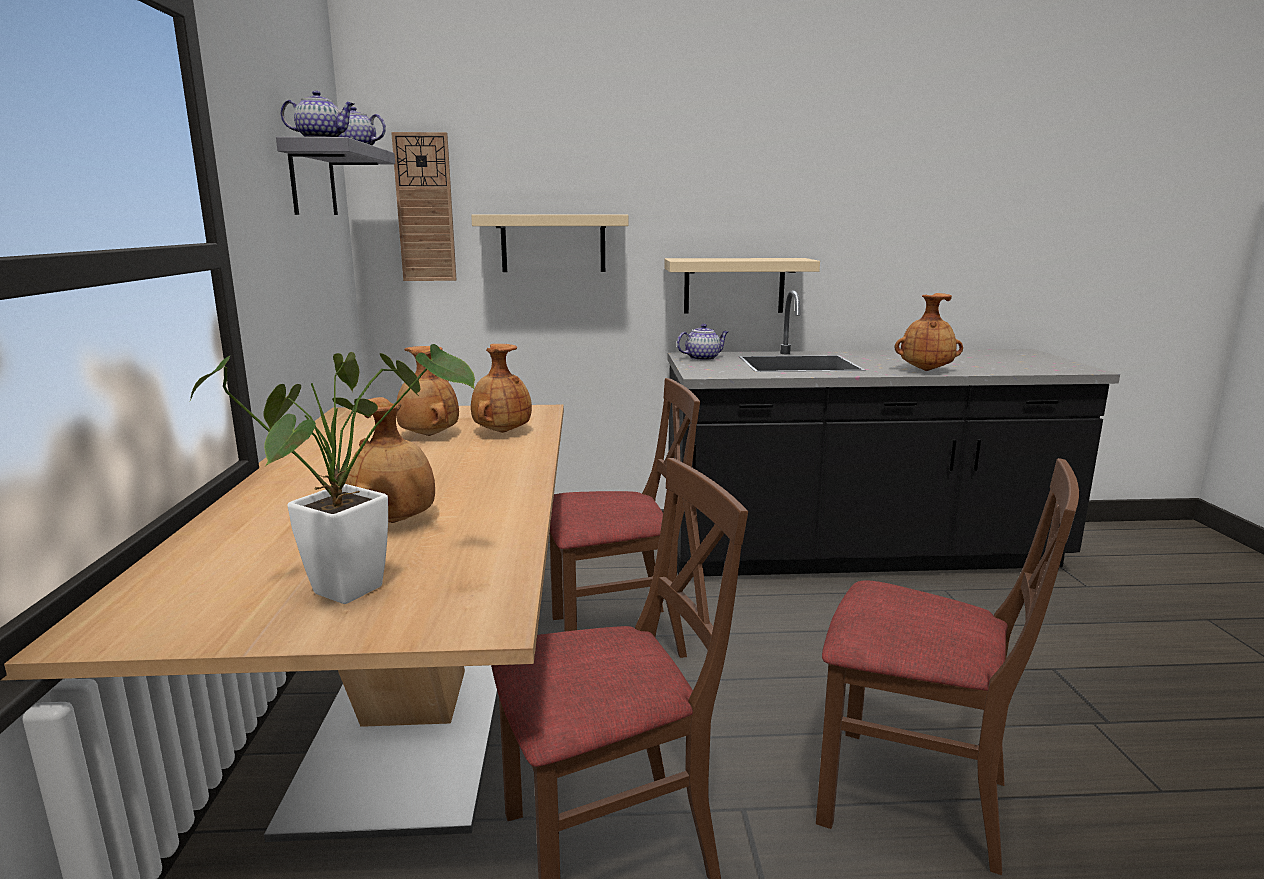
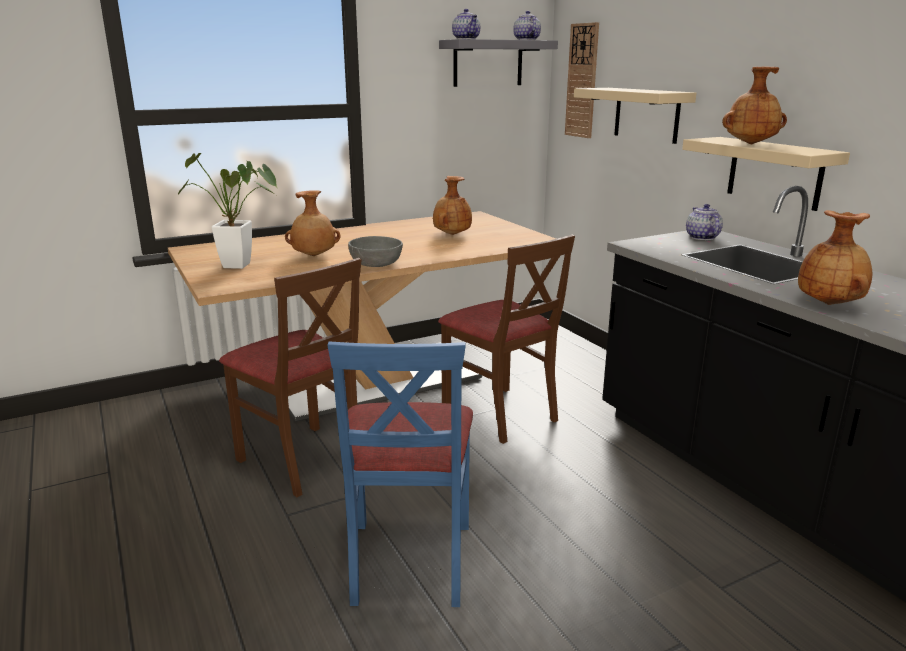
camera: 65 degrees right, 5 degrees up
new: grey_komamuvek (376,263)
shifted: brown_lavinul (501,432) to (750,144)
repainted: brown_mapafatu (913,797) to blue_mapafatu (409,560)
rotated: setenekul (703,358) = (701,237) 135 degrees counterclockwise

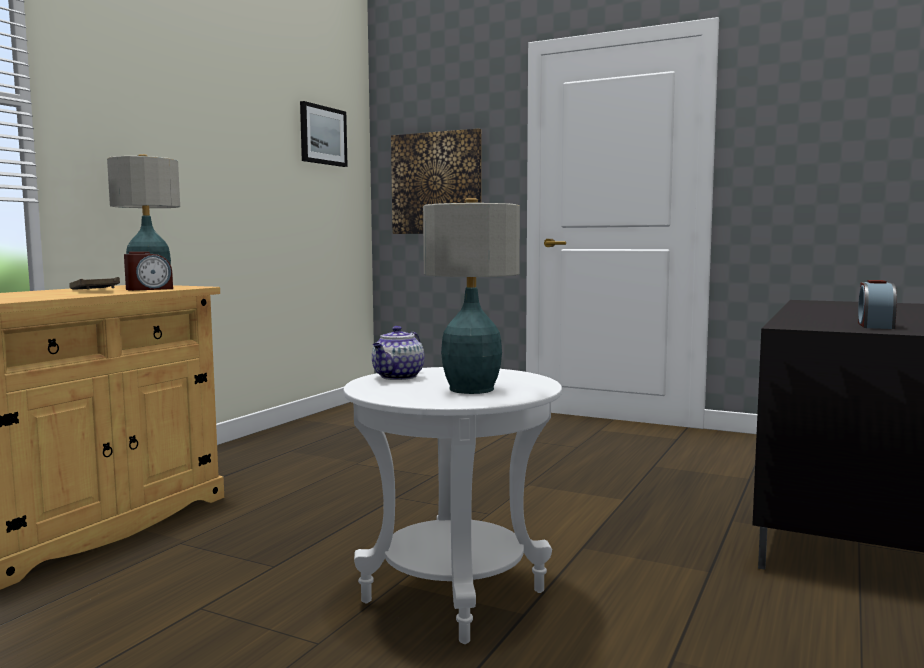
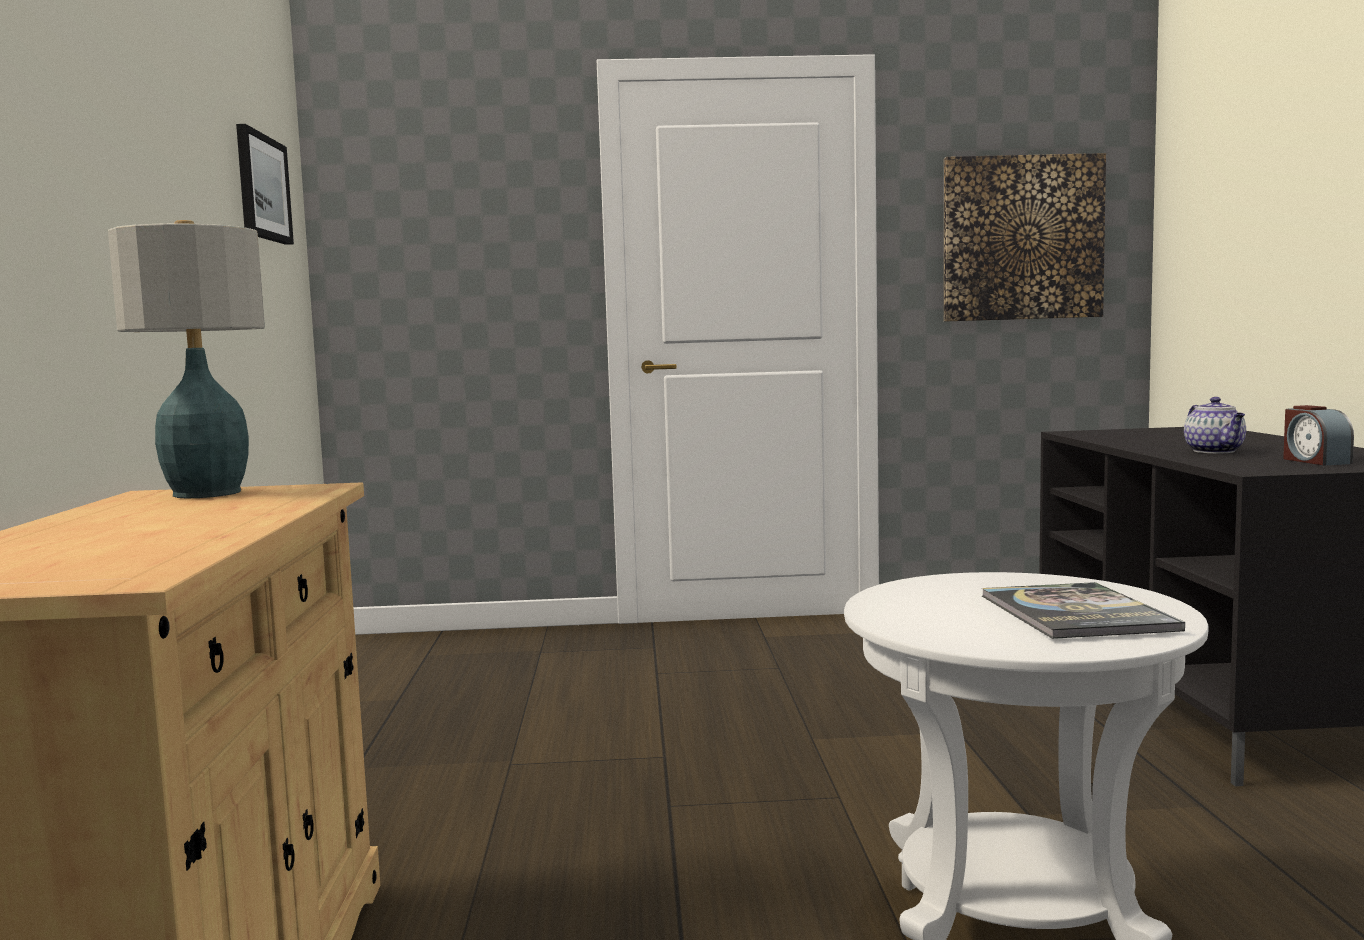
camera: 30 degrees left, 0 degrees up
gone: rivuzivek (149,289); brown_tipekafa (94,290)
shifted: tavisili (436,183) to (1022,238); setenekul (398,377) to (1215,451)
swapped: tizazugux (470,389) to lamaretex (1075,613)

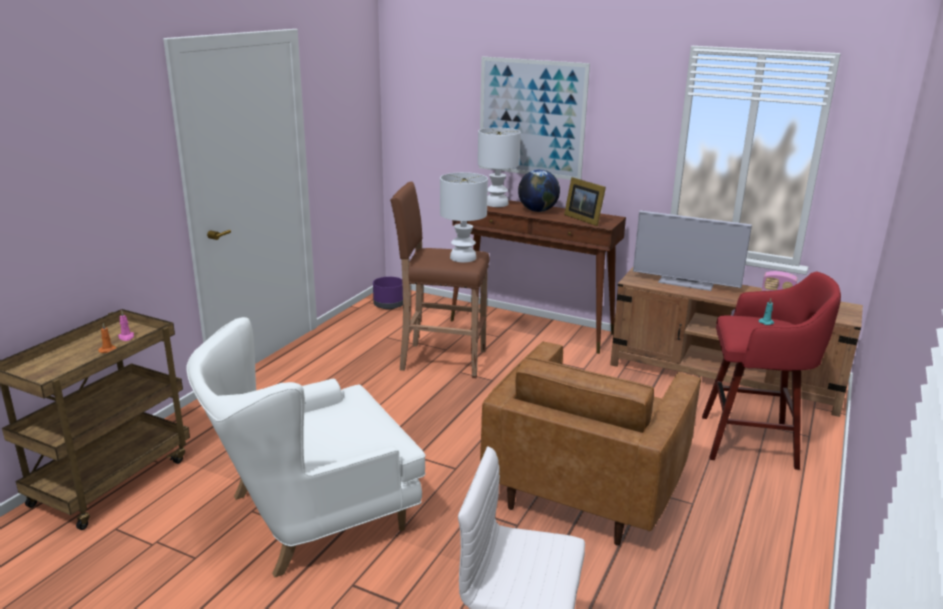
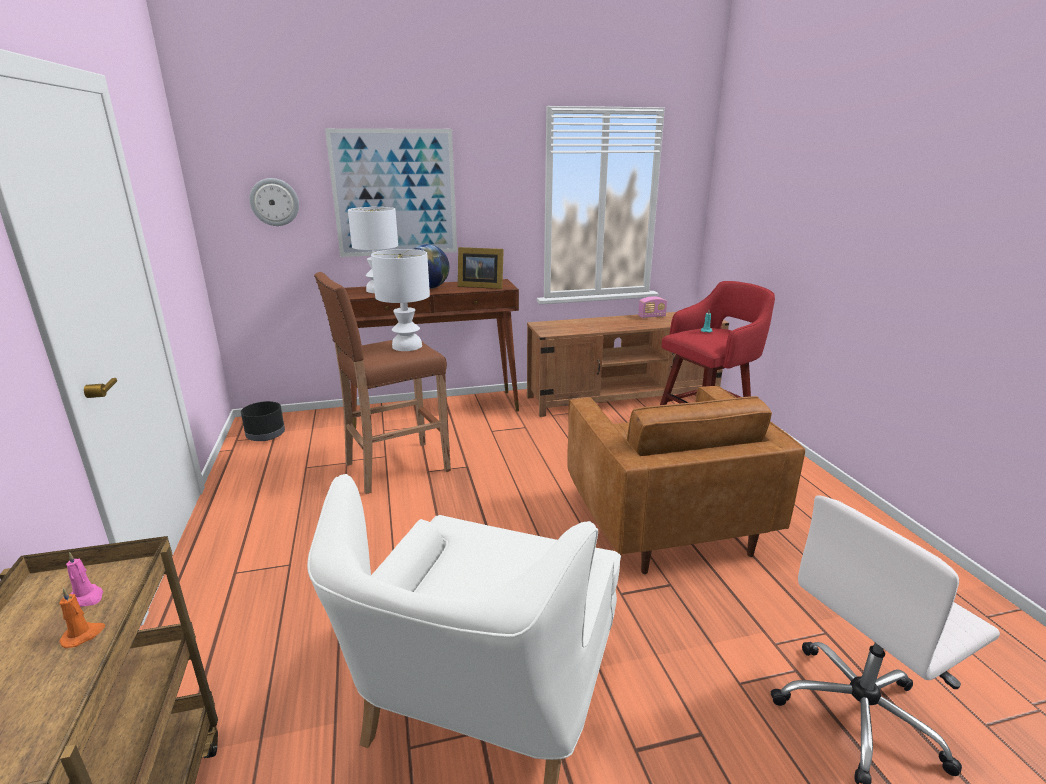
camera: 40 degrees left, 0 degrees up
gone: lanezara (685,283)
new: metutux (274,202)
repainted: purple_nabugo (388,305) to black_nabugo (265,435)

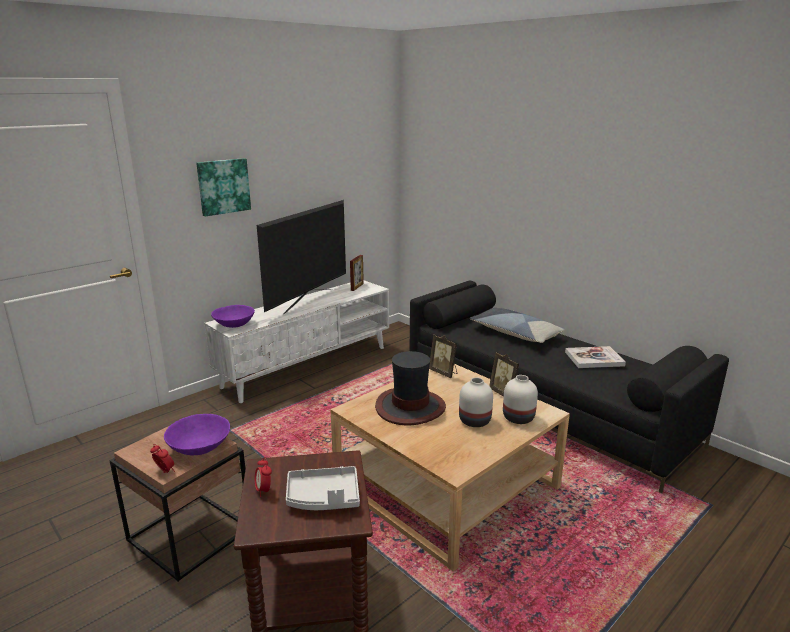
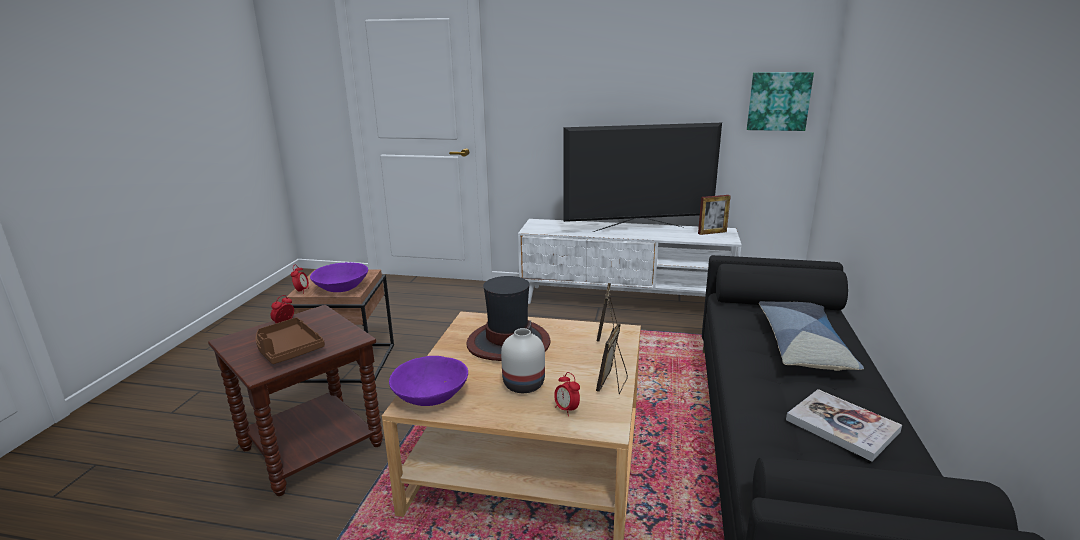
camera: 55 degrees right, 0 degrees up
shifted: tavisili (223,186) to (778,101); purple_komamuvek (234,324) to (431,396)
swapped: white_lavinul (519,417) to rivuzivek (566,410)
repainted: grey_tipekafa (323,498) to brown_tipekafa (287,349)

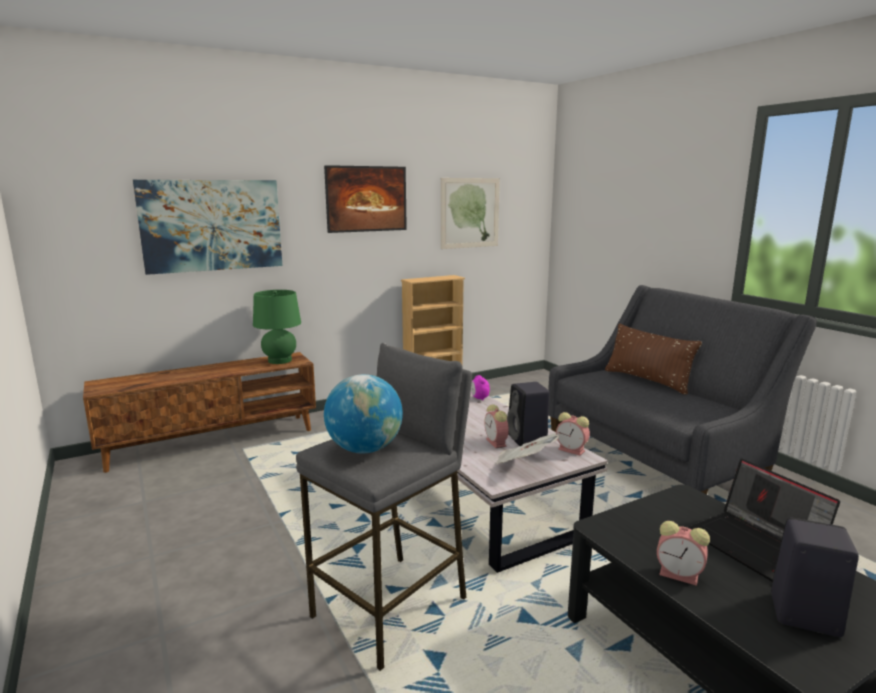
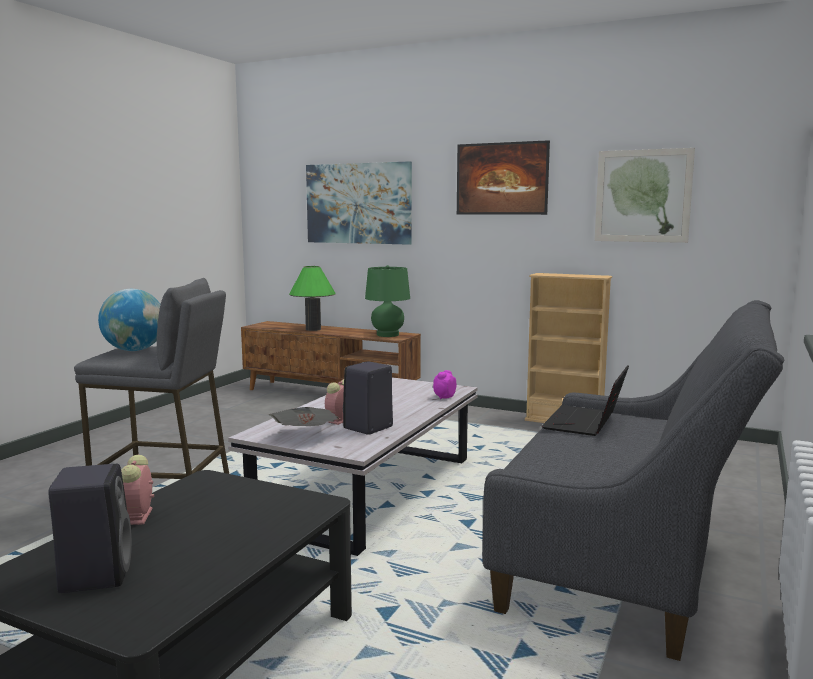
camera: 55 degrees right, 5 degrees down
gone: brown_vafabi (647,380); rivuzivek (572,450)
new: green_tizazugux (313,329)
shifted: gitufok (756,546) to (585,423)

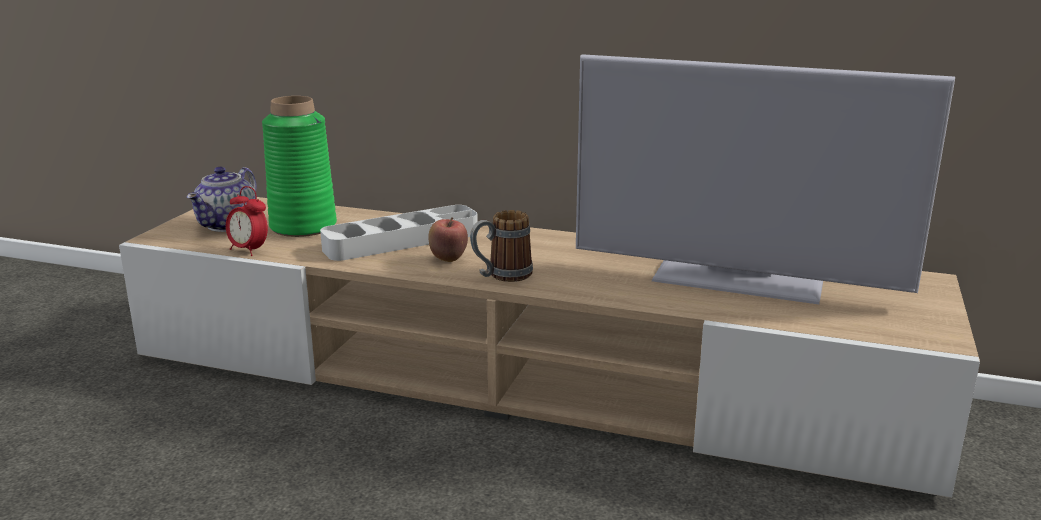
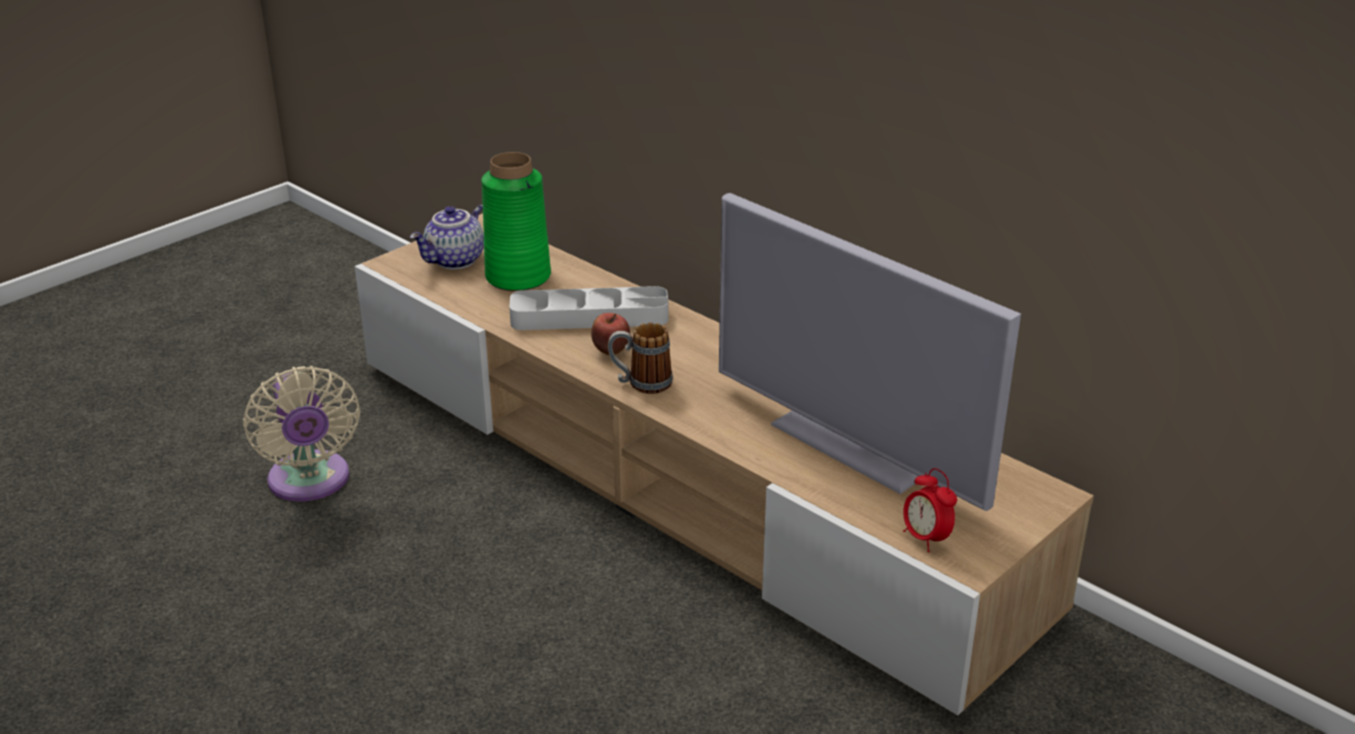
camera: 25 degrees right, 10 degrees up
new: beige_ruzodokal (310,483)
shifted: rivuzivek (249,250) to (925,538)

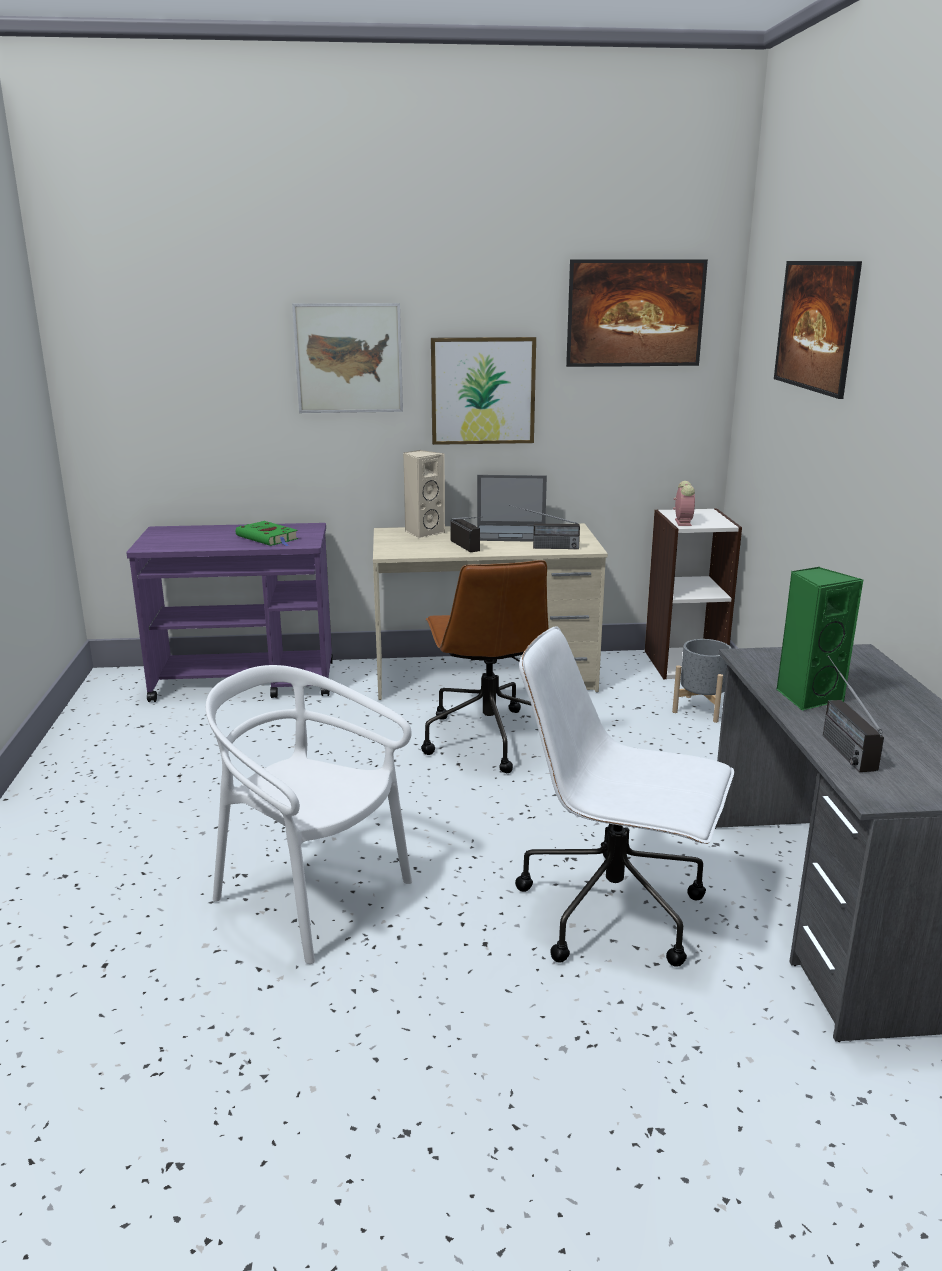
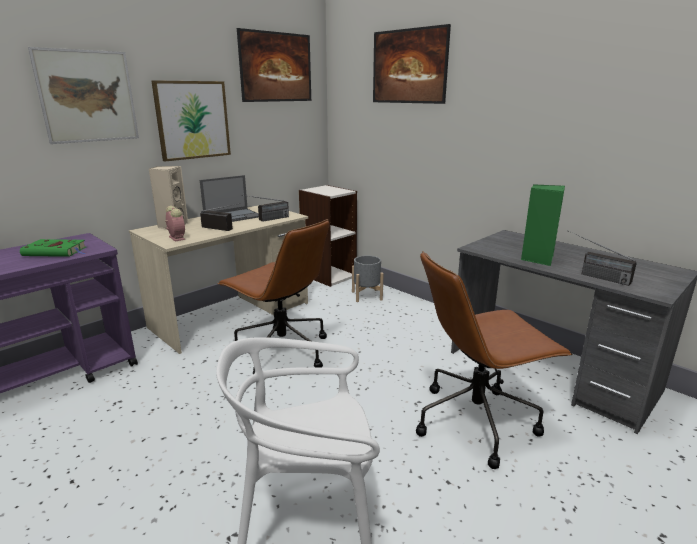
camera: 40 degrees left, 0 degrees up
shifted: rivuzivek (682,522) to (176,238)
repainted: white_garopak (615,911) to brown_garopak (476,421)

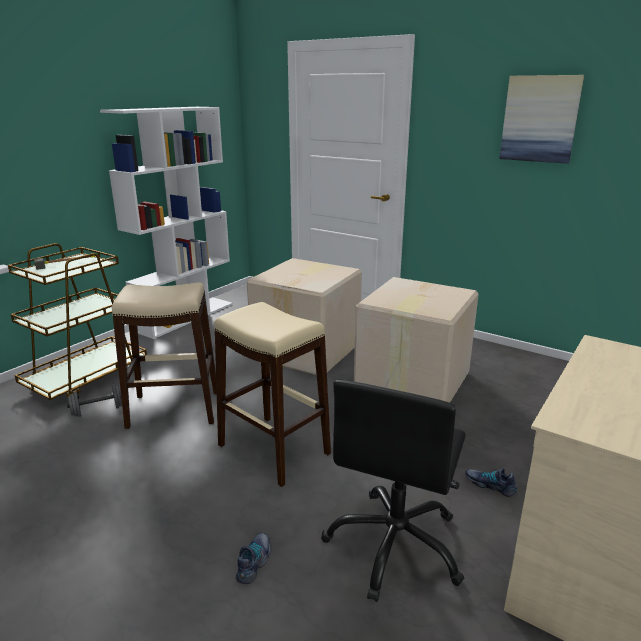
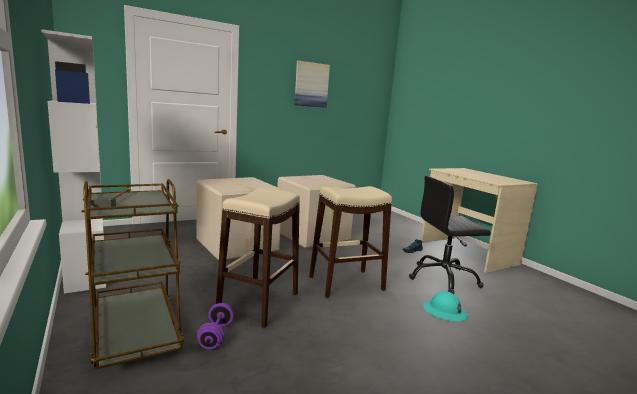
camera: 65 degrees left, 10 degrees down
swapped: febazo (254,562) to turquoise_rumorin (444,312)
repainted: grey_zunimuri (98,410) to purple_zunimuri (216,336)
rotated: black_garopak (395,545) = (443,278) 120 degrees clockwise

